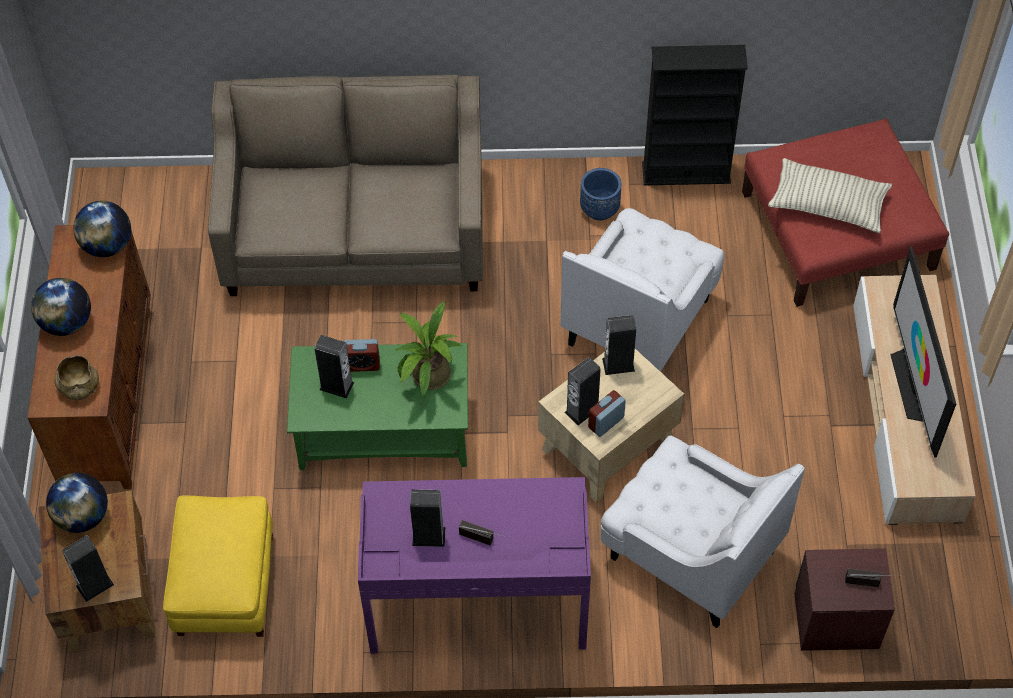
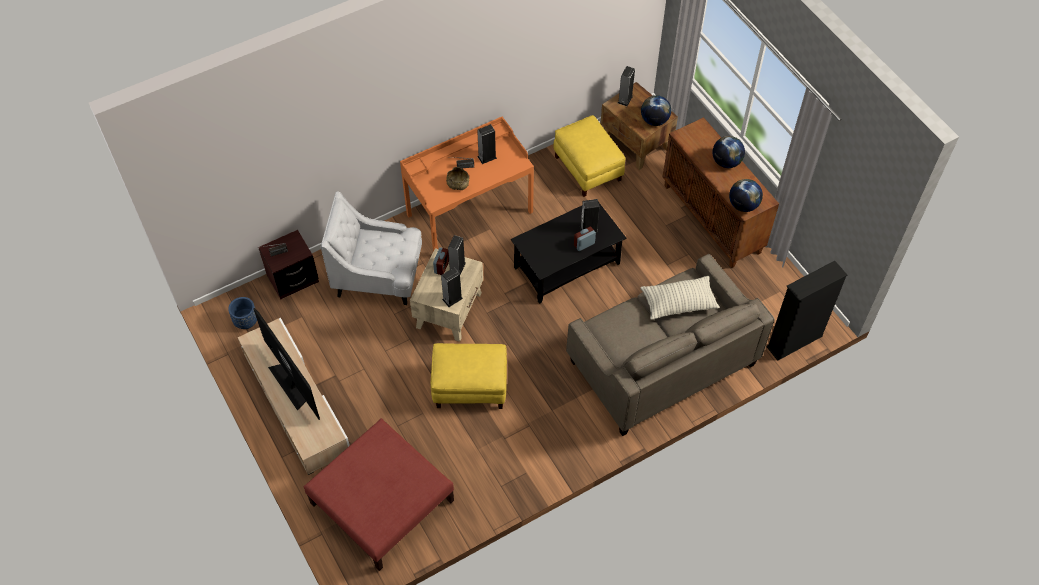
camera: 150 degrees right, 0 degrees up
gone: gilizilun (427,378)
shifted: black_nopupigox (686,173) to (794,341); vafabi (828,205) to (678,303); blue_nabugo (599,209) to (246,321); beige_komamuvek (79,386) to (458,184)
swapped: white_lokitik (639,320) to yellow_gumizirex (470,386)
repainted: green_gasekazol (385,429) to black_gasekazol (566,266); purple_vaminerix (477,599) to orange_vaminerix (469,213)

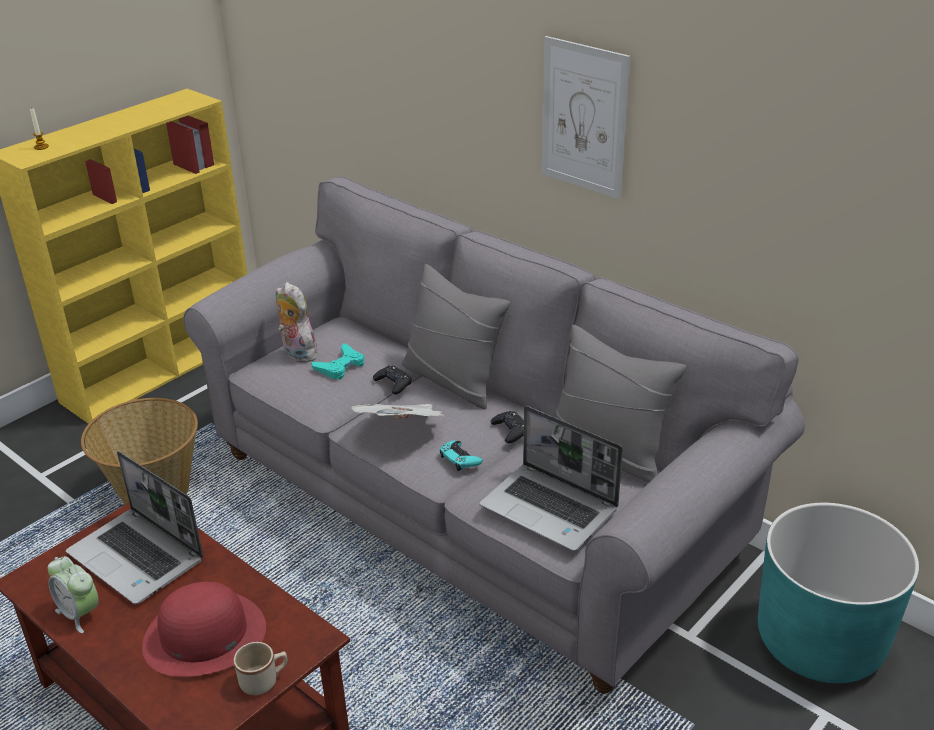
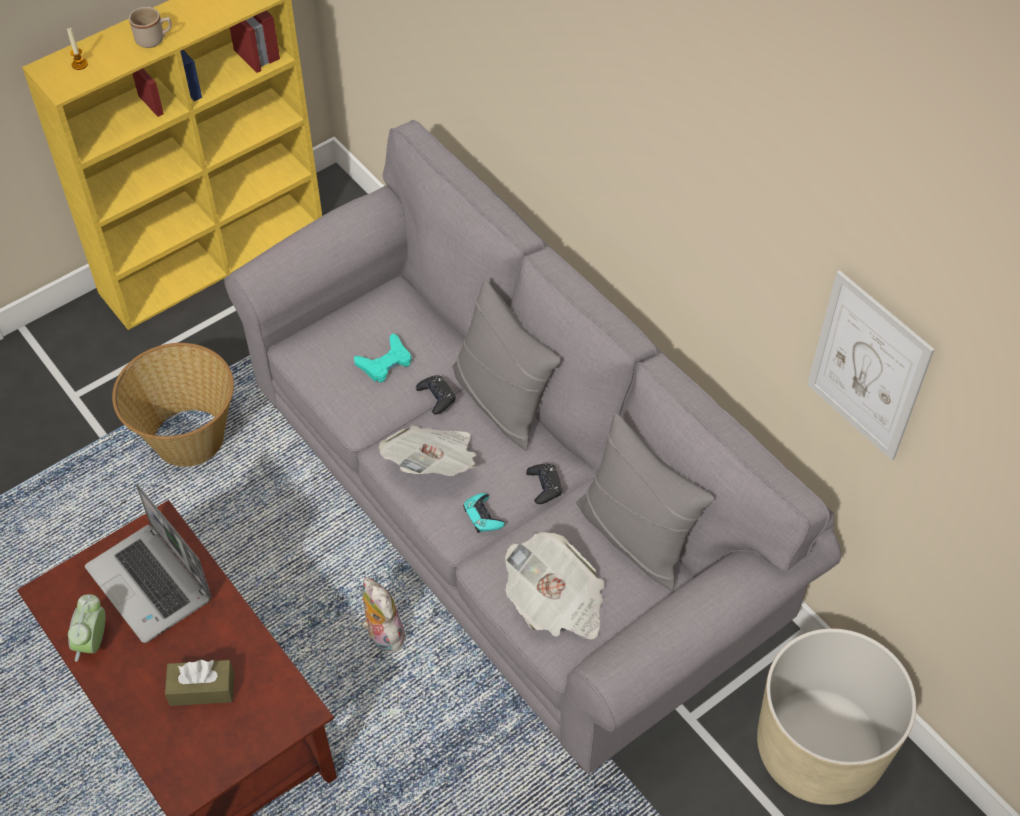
camera: 10 degrees right, 20 degrees up
shifted: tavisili (584,117) to (867,367); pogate (297,354) to (382,634); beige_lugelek (264,681) to (154,39)
swapped: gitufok (551,508) to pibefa (556,603); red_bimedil (204,635) to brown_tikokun (202,689)
repainted: turquoise_nabugo (820,641) to beige_nabugo (819,749)
rotated: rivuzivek (80,613) = (93,642) 45 degrees clockwise

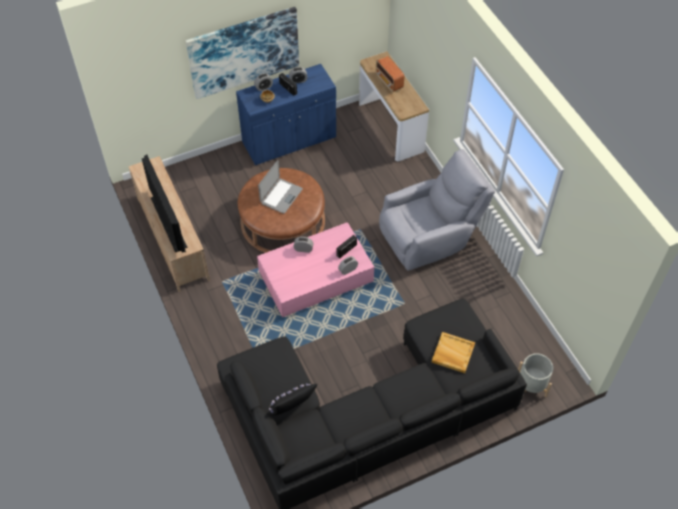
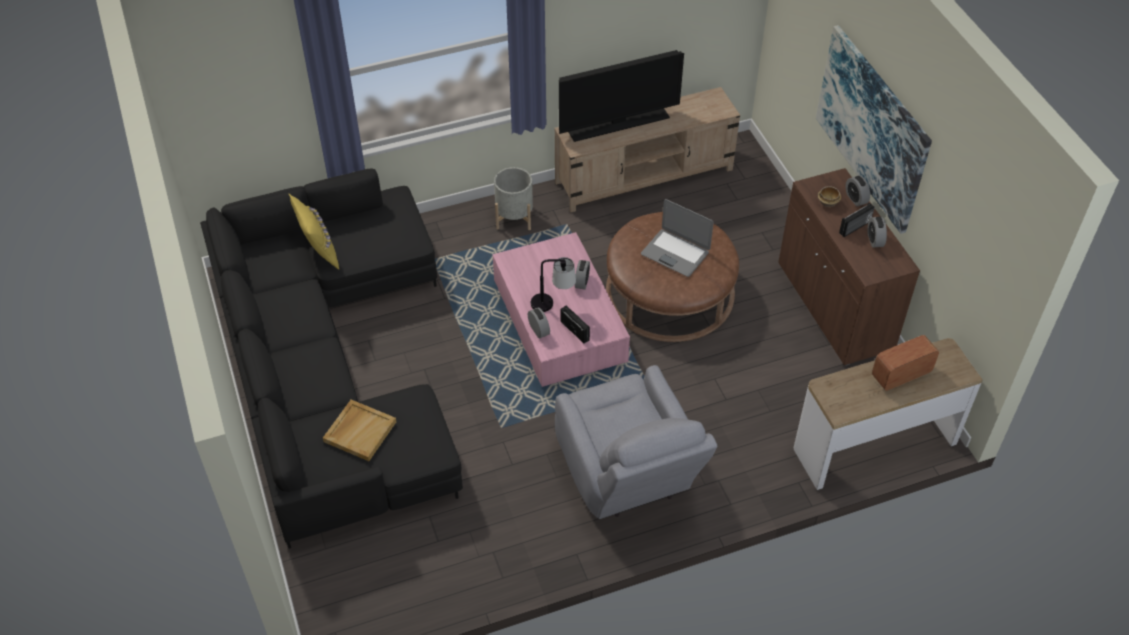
camera: 95 degrees right, 5 degrees down
new: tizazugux (553,304)
shifted: grey_nabugo (531,385) to (514,217)
repainted: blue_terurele (289,140) to brown_terurele (834,306); black_vafabi (293,410) to yellow_vafabi (318,251)

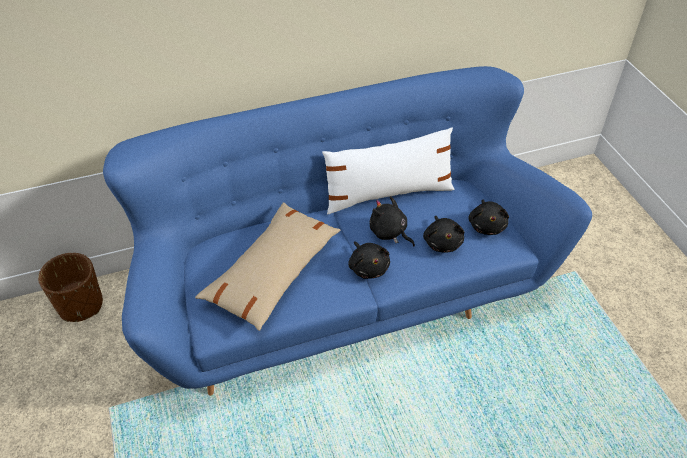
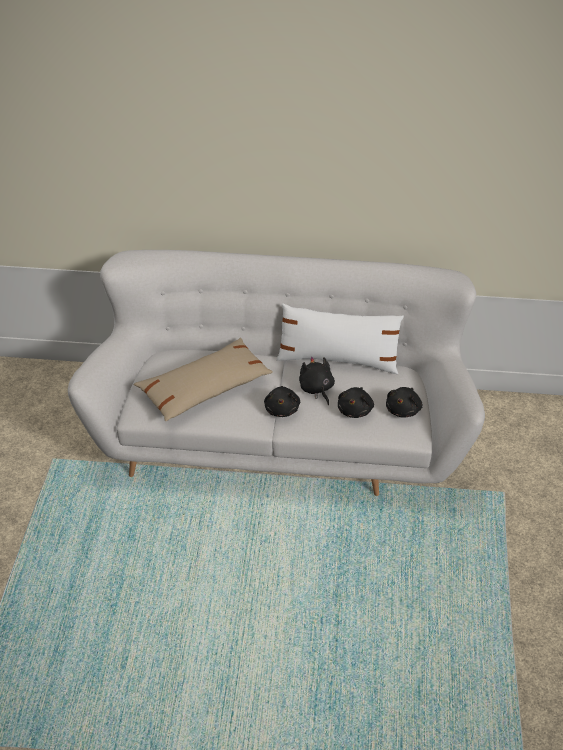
camera: 25 degrees right, 5 degrees down
gone: brown_nabugo (80,305)
repainted: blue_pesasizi (343,292) to white_pesasizi (281,439)

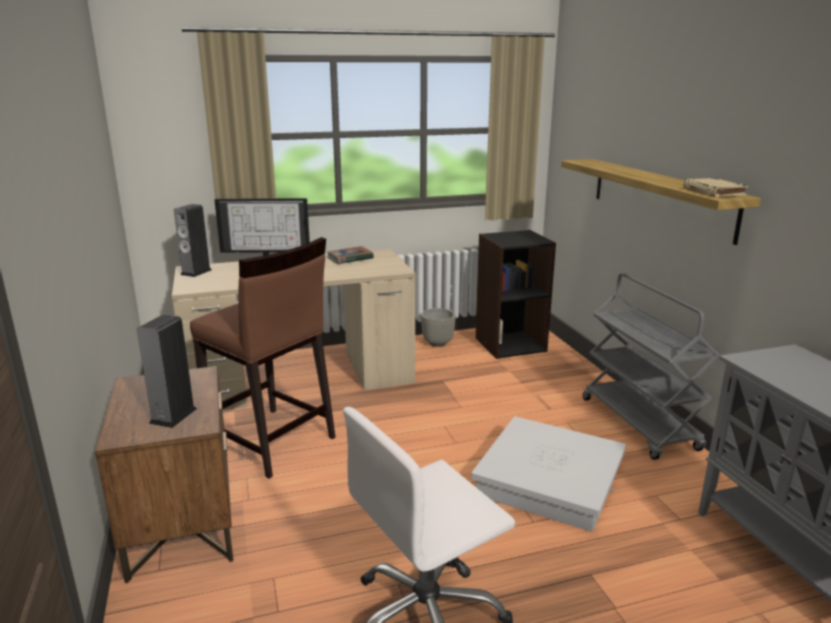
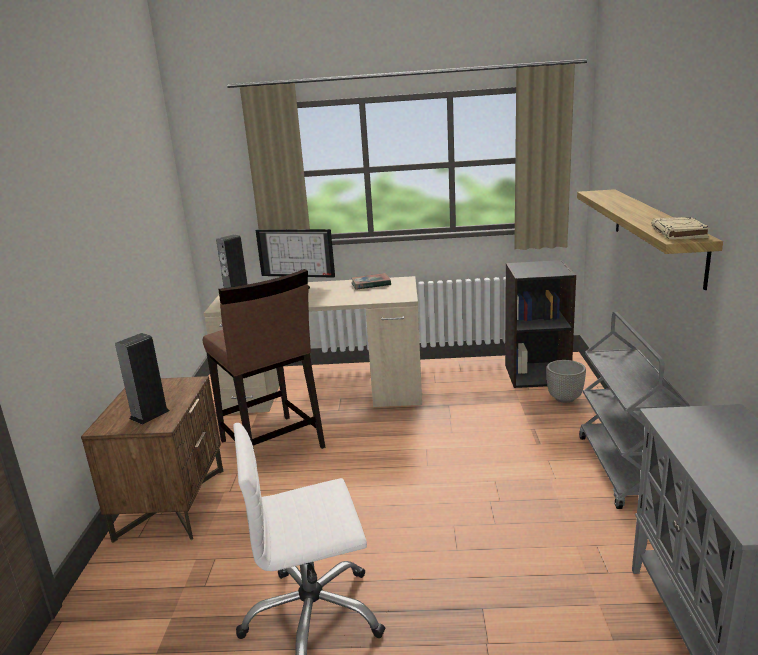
camera: 20 degrees right, 0 degrees up
gone: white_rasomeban (549,480)
shifted: grey_nabugo (438,343) to (565,398)

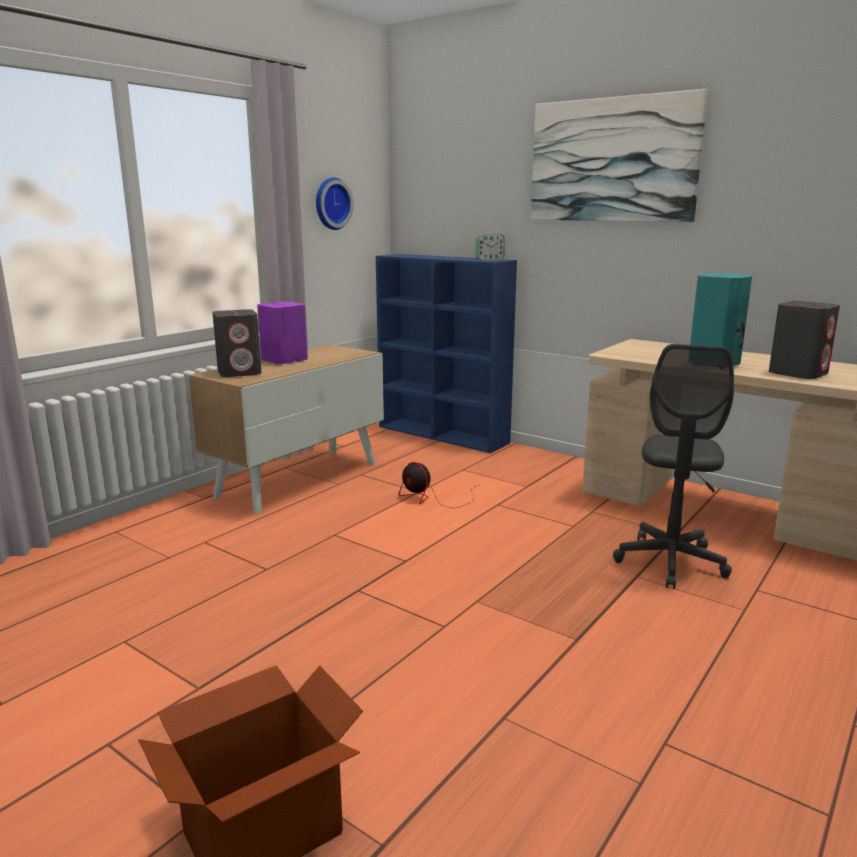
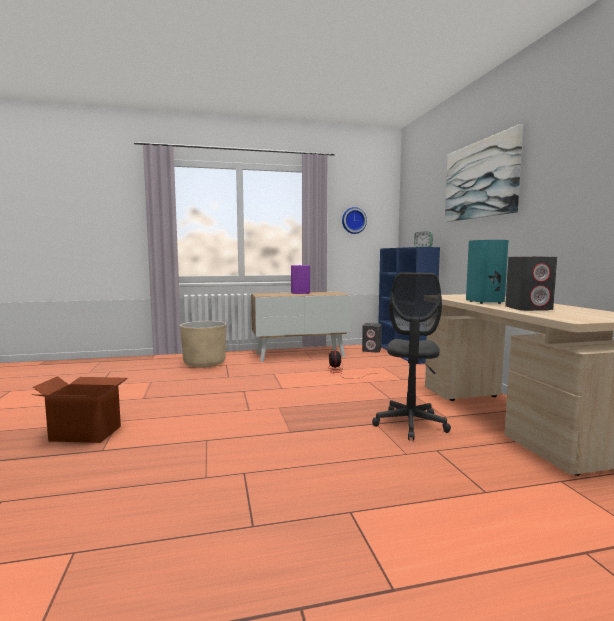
camera: 40 degrees right, 10 degrees down
new: beige_nabugo (204,363)
shifted: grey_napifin (240,372) to (372,350)
rotated: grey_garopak (670,562) = (410,425) 45 degrees counterclockwise

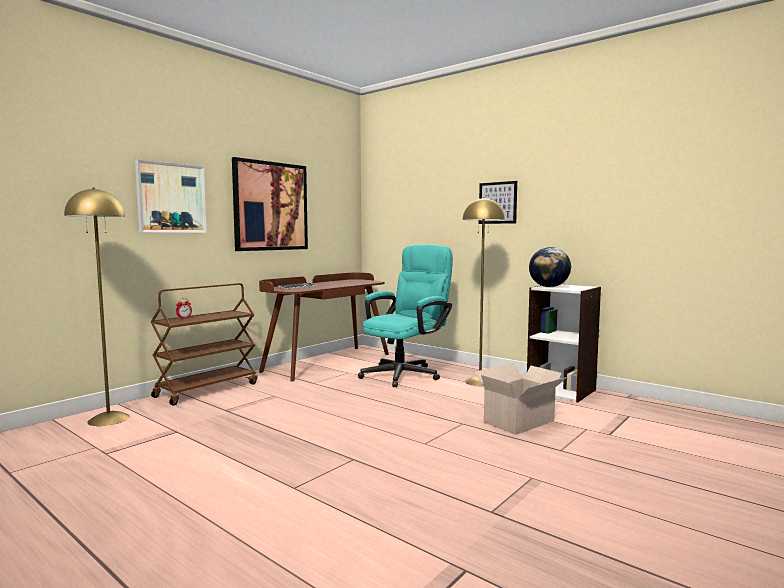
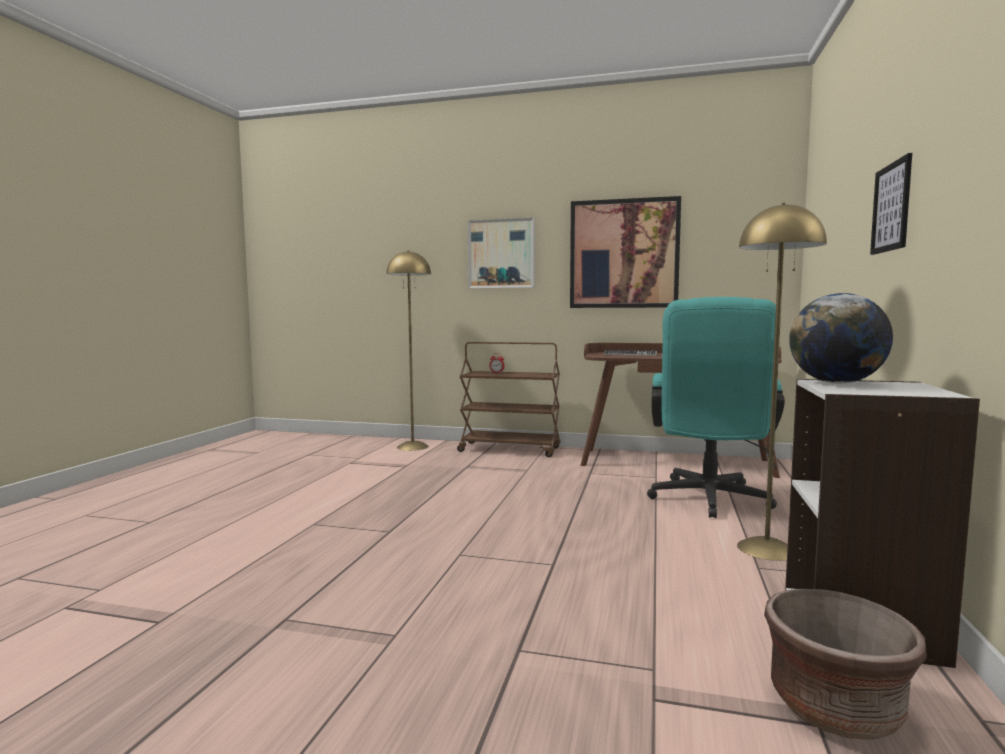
camera: 65 degrees right, 0 degrees up
gone: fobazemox (520,421)
new: brown_nabugo (835,707)
rotated: turquoise_garopak (406,374) = (709,501) 90 degrees clockwise

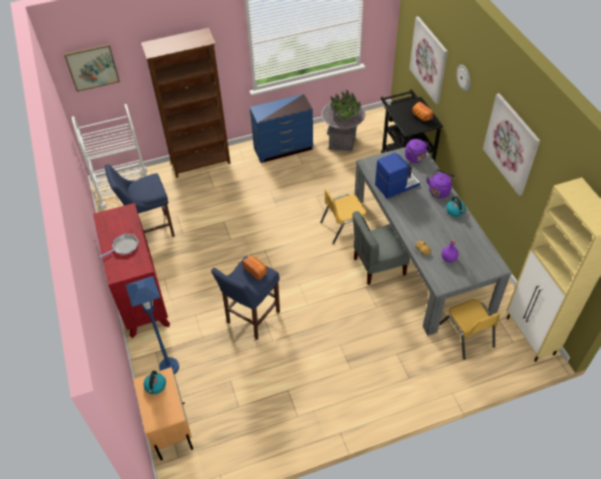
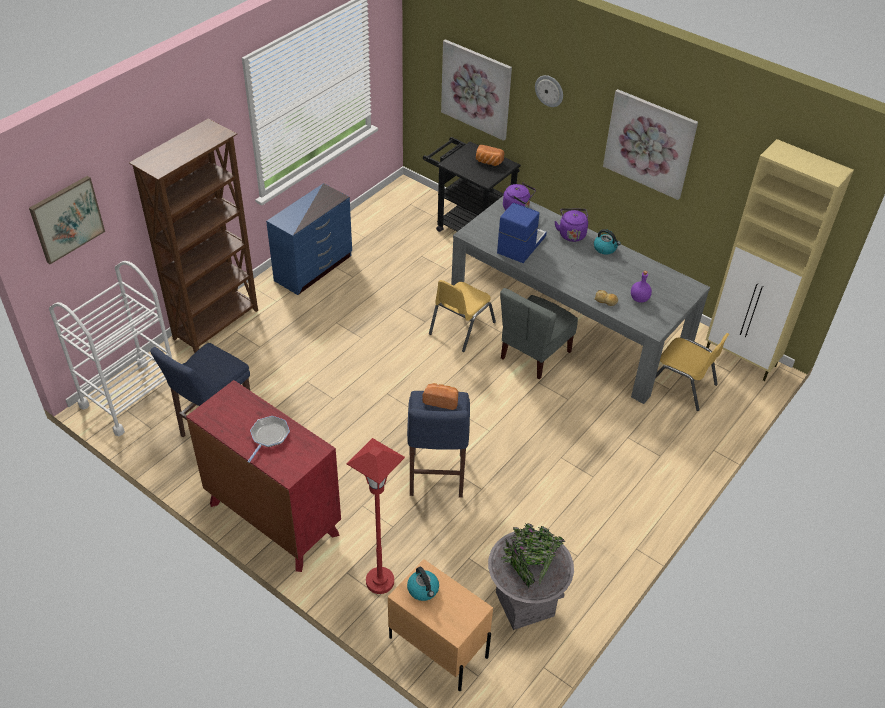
camera: 35 degrees left, 5 degrees down
shifted: grey_nabugo (342,142) to (524,604)
repainted: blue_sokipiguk (169,367) to red_sokipiguk (380,581)

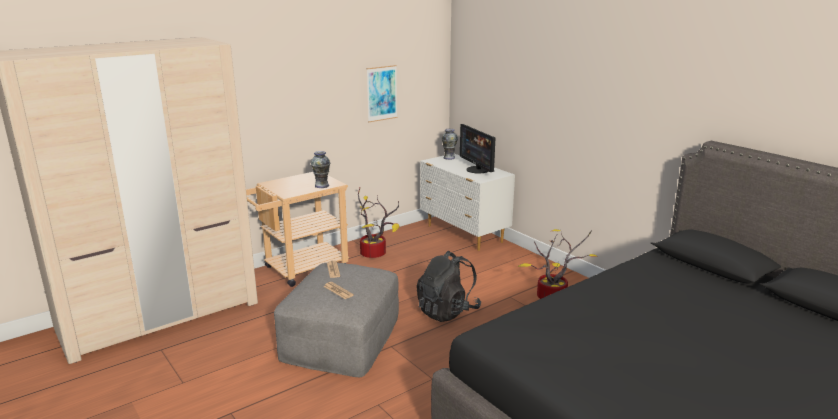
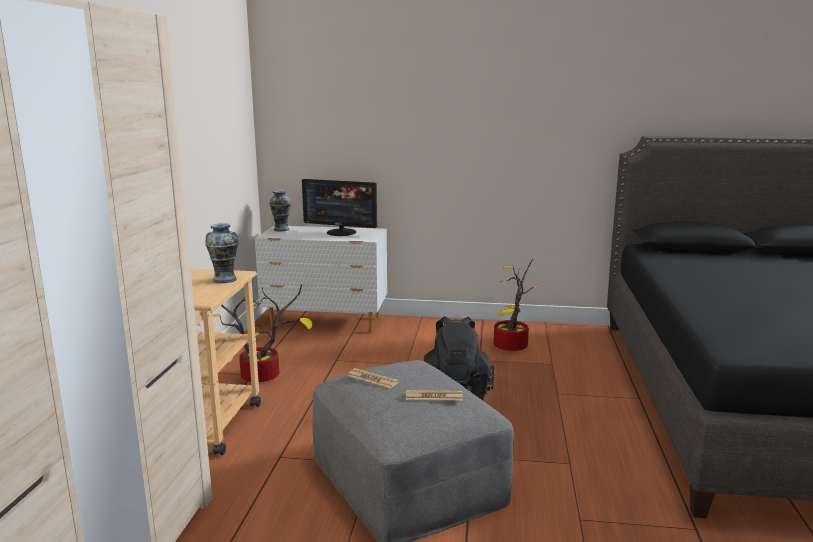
camera: 45 degrees left, 5 degrees down
gone: tavisili (382,93)

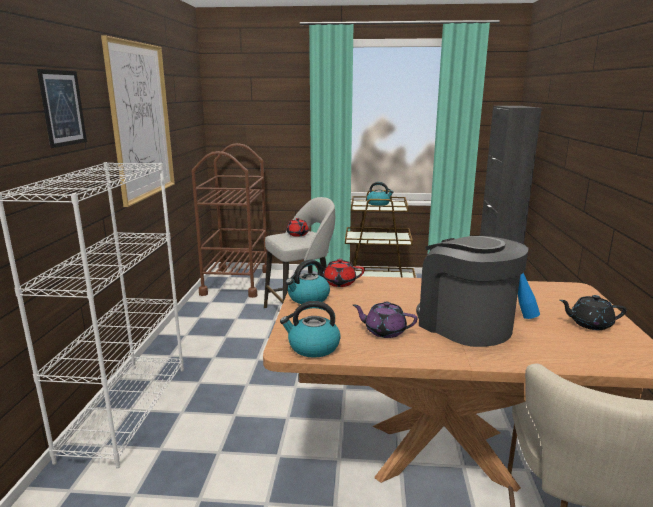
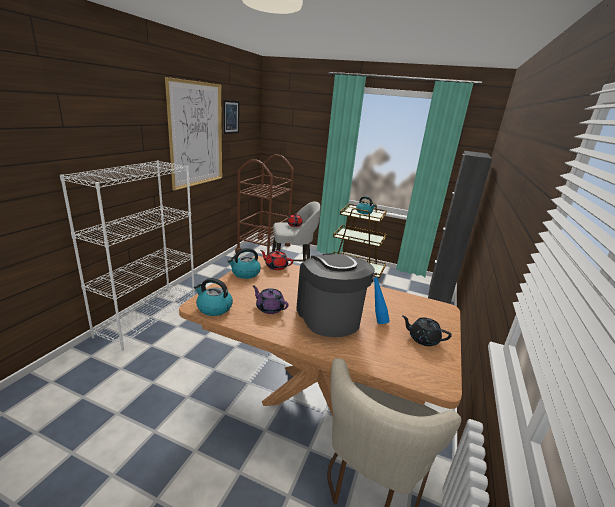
camera: 15 degrees right, 5 degrees up
shifted: tavisili (63,108) to (231,117)

